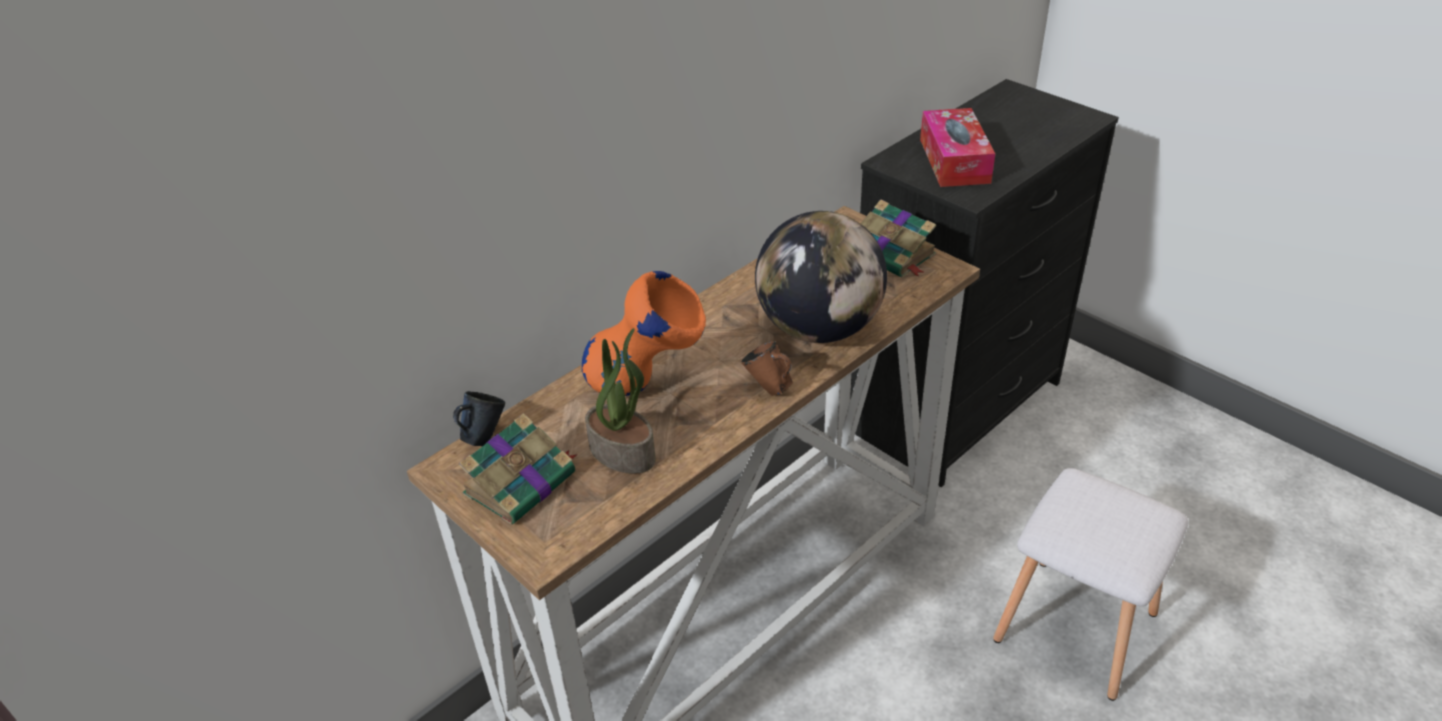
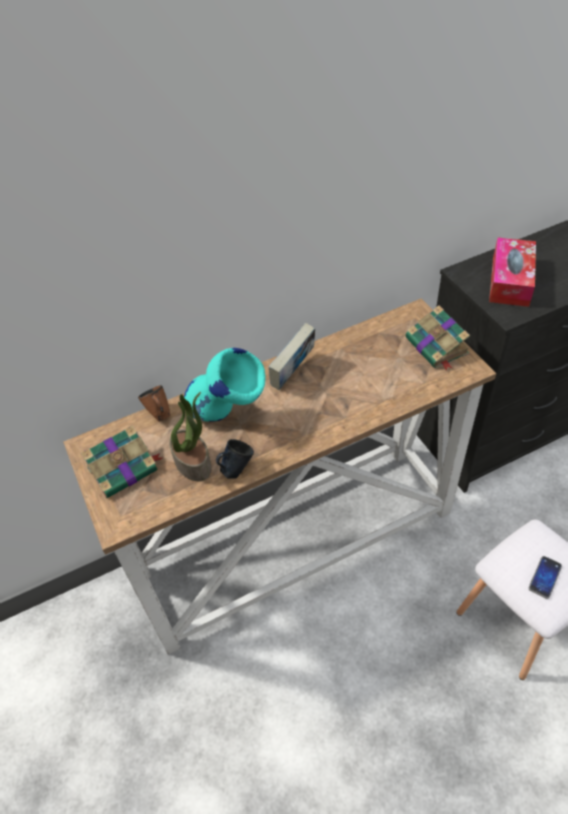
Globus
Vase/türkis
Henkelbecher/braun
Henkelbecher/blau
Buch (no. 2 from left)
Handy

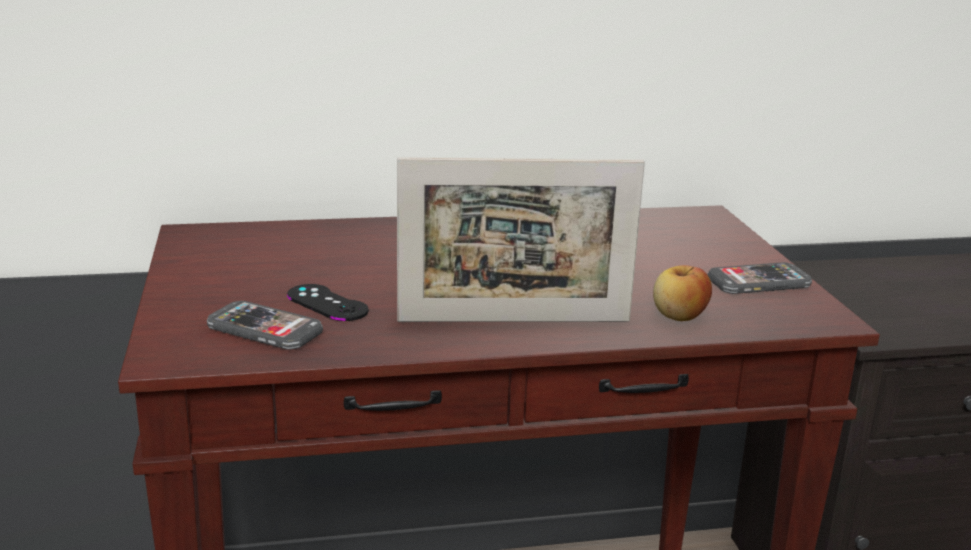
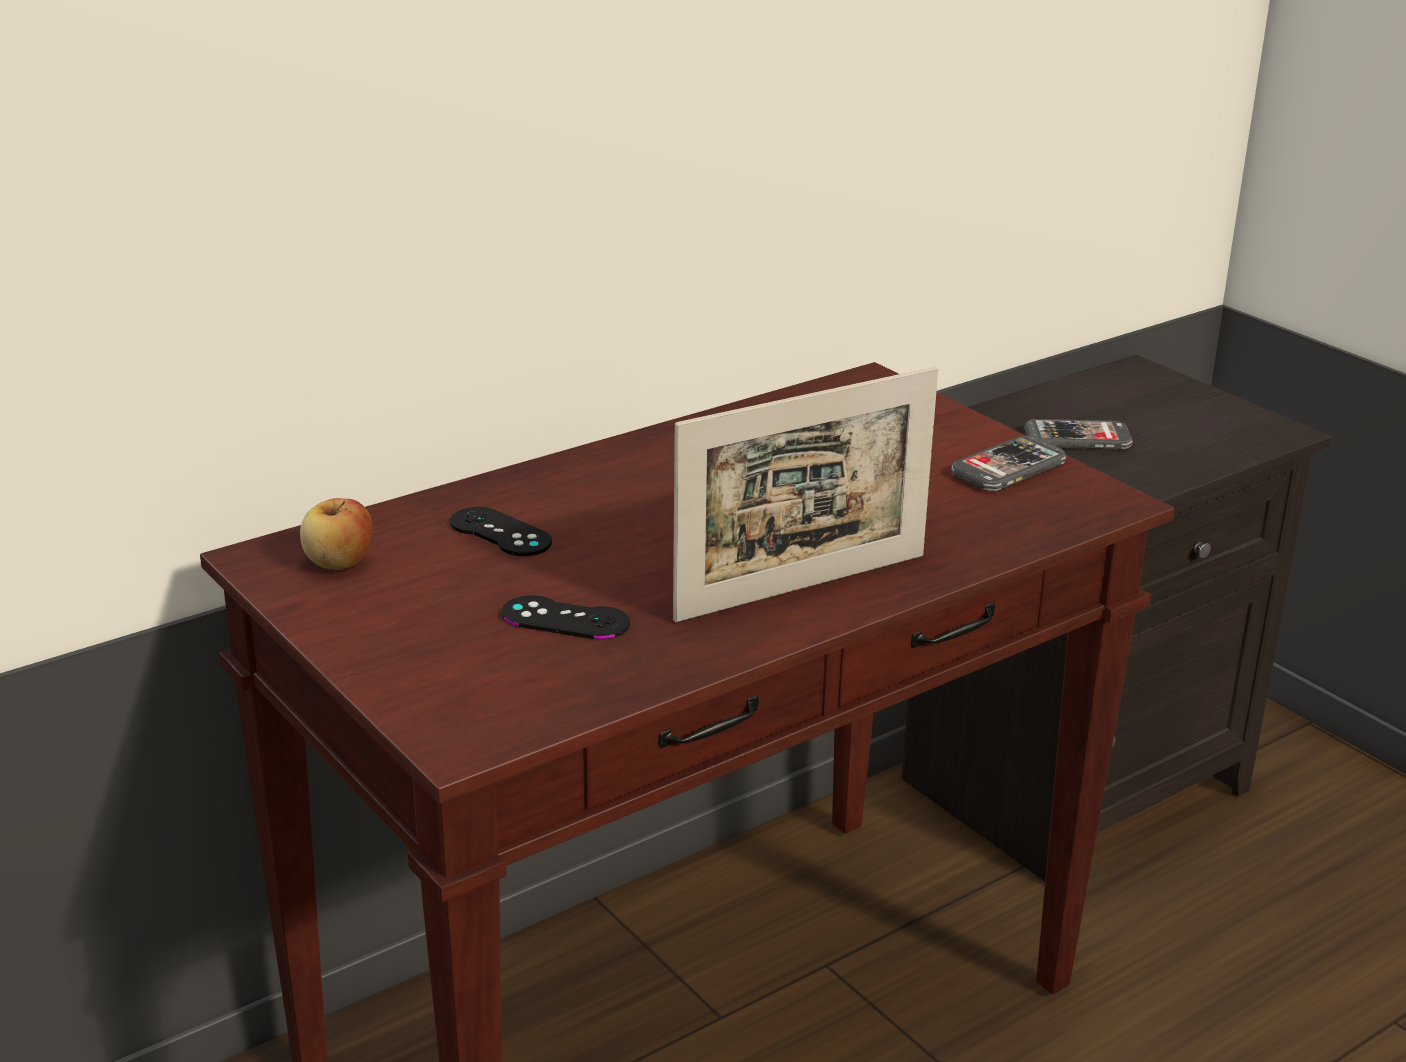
Apfel
Handy (no. 2 from left)
Gamepad/schwarz (no. 1 from left)

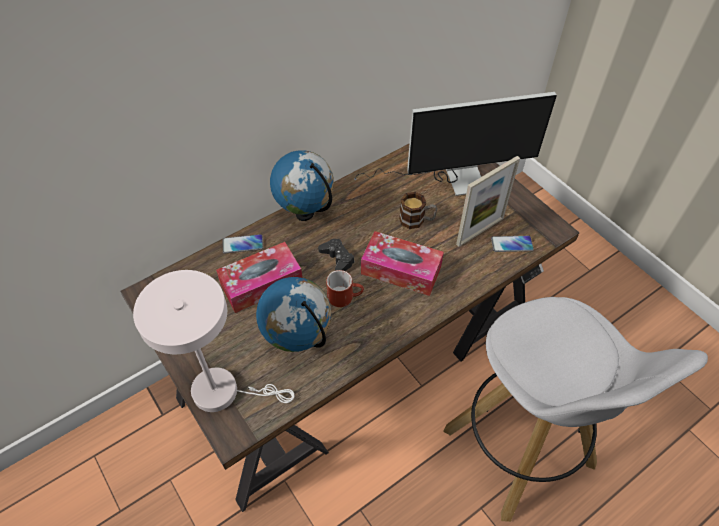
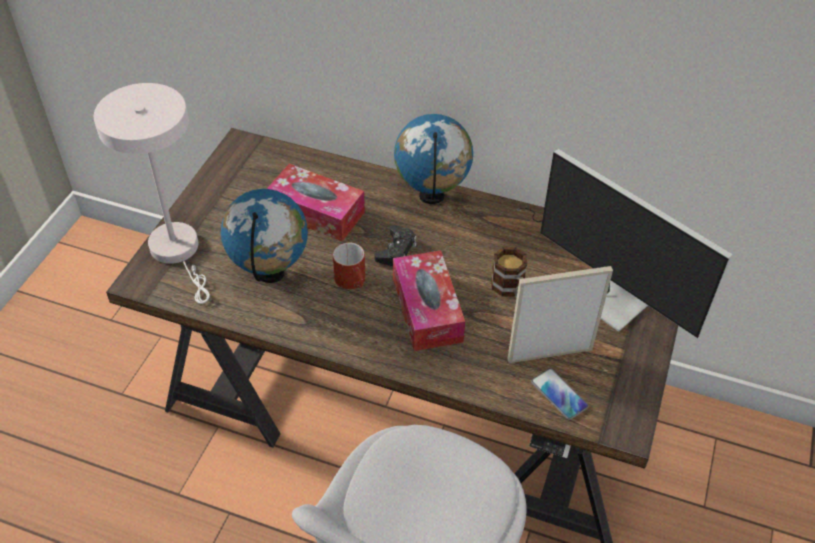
Bilderrahmen
Handy (no. 1 from left in the first image)

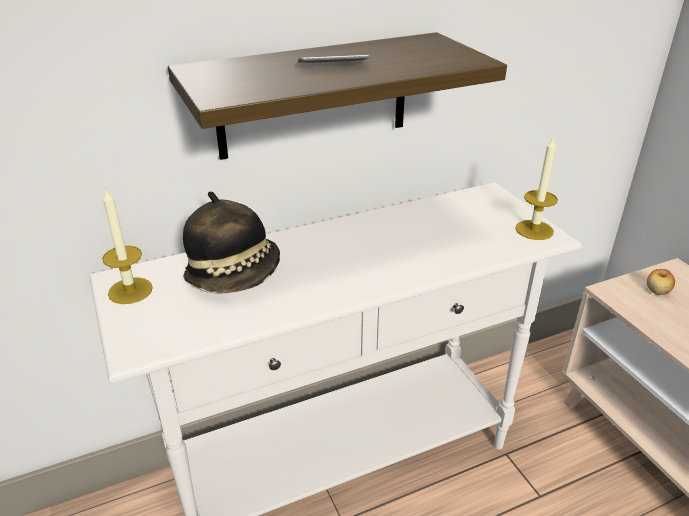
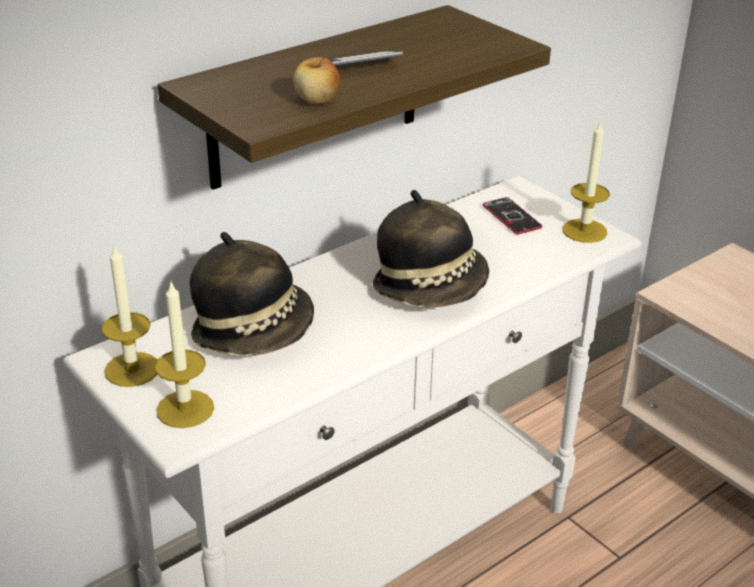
Apfel
Hut (no. 2 from left)
Handy (no. 2 from left)
Kerze (no. 2 from left)

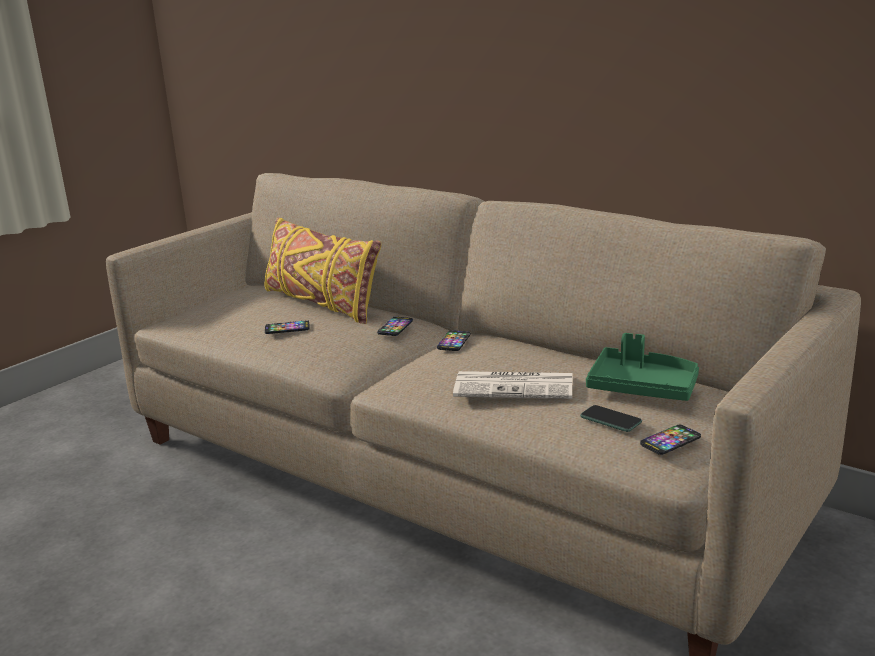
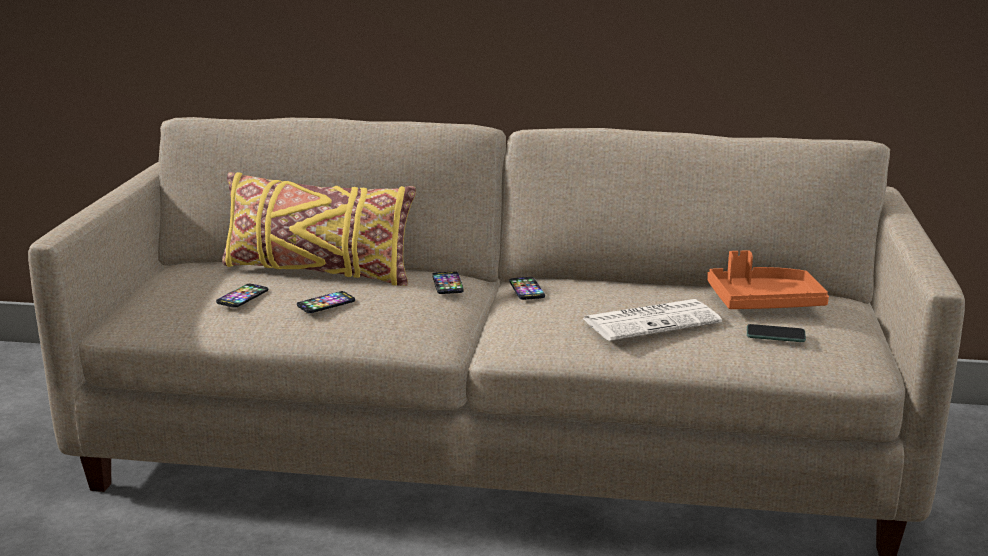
Tablett/orange
Handy (no. 1 from left)

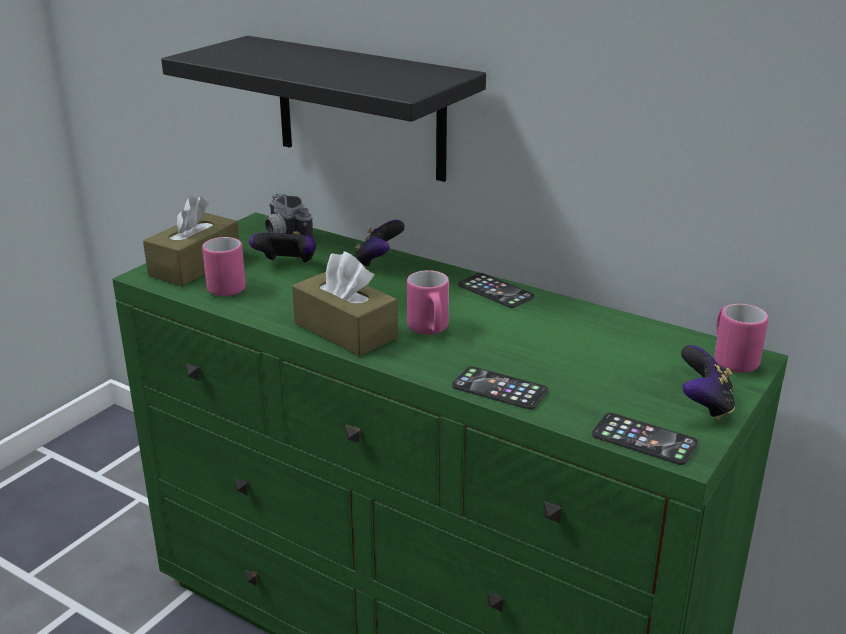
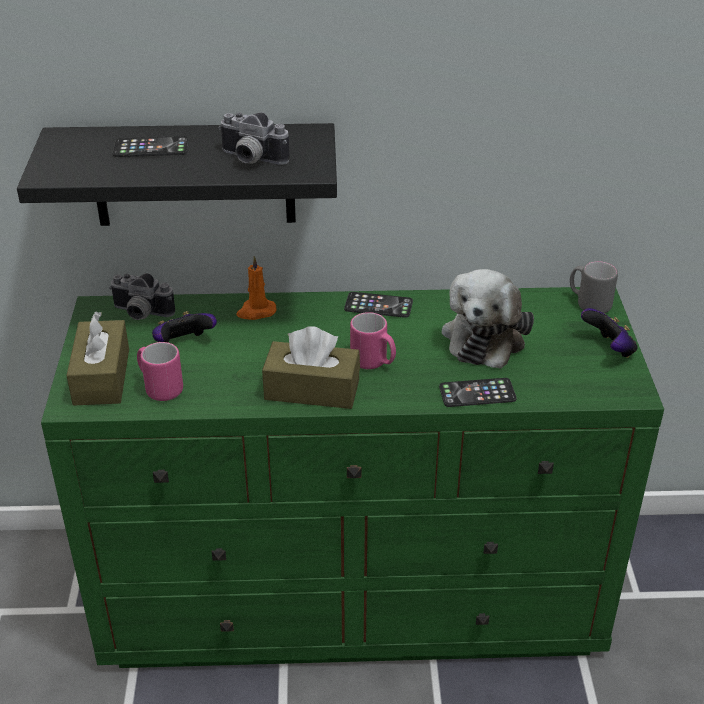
Kerze/orange
Henkelbecher/grau
Handy (no. 1 from left)
Kamera (no. 2 from left)
Plüschtier

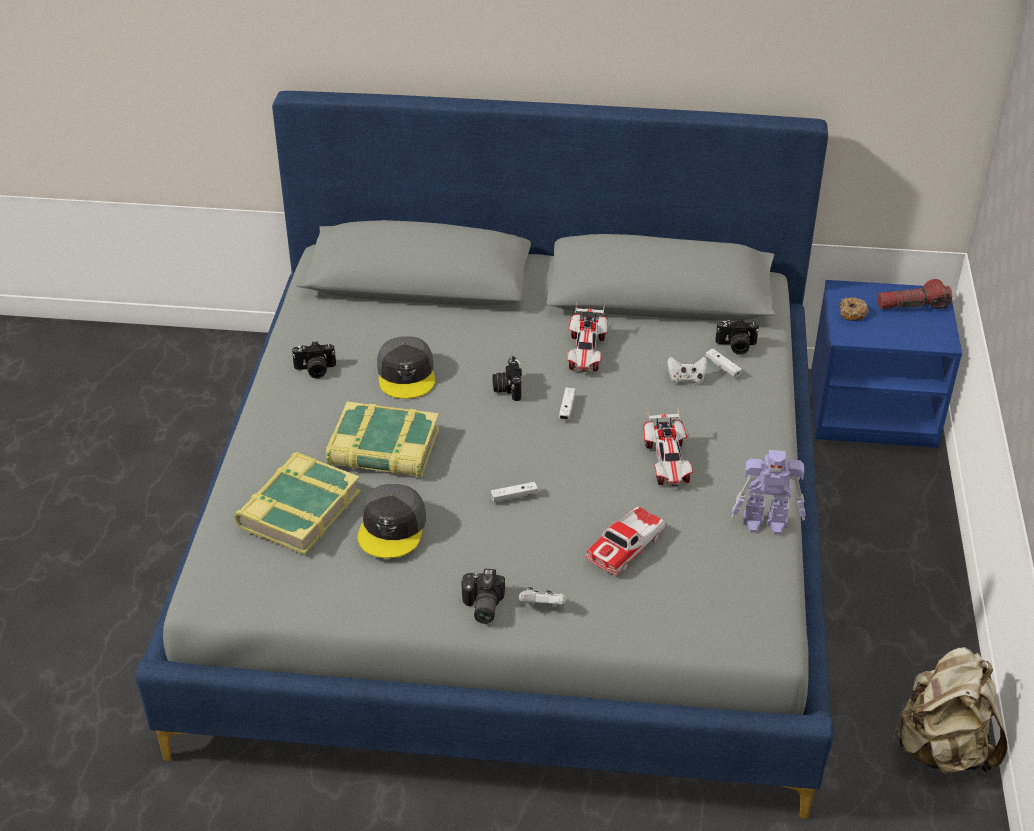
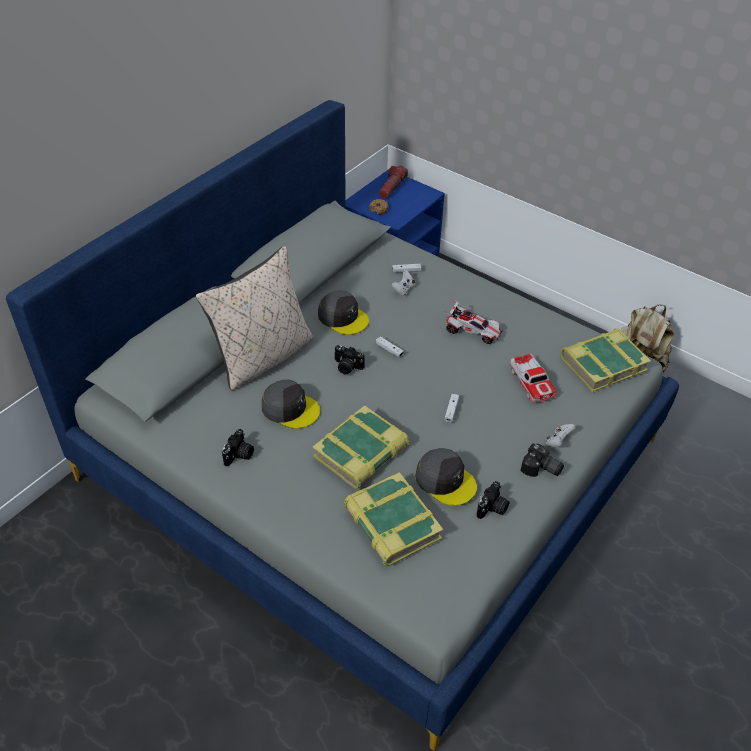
Kappe/grau (no. 2 from left)
Kamera (no. 3 from left)
Spielzeugroboter
Kissen/beige
Buch (no. 3 from left)

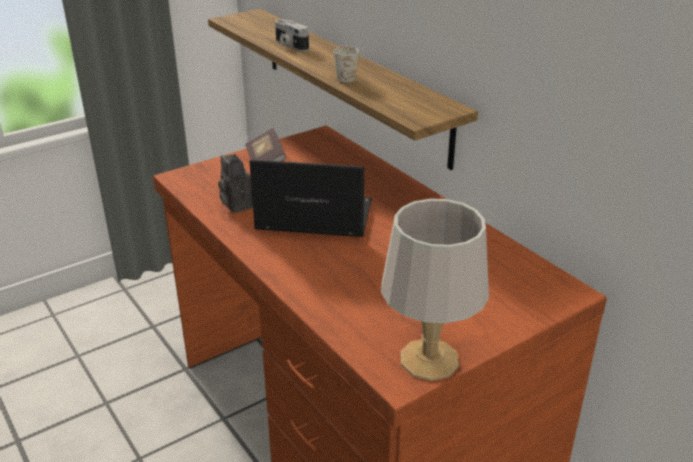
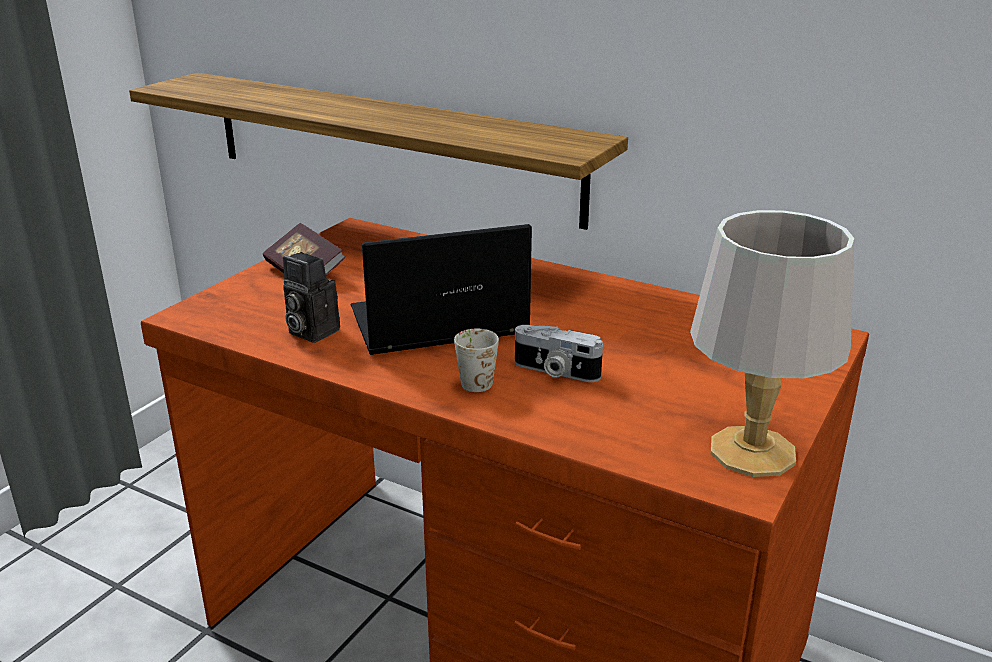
Kamera (no. 2 from left)
Henkelbecher/weiß

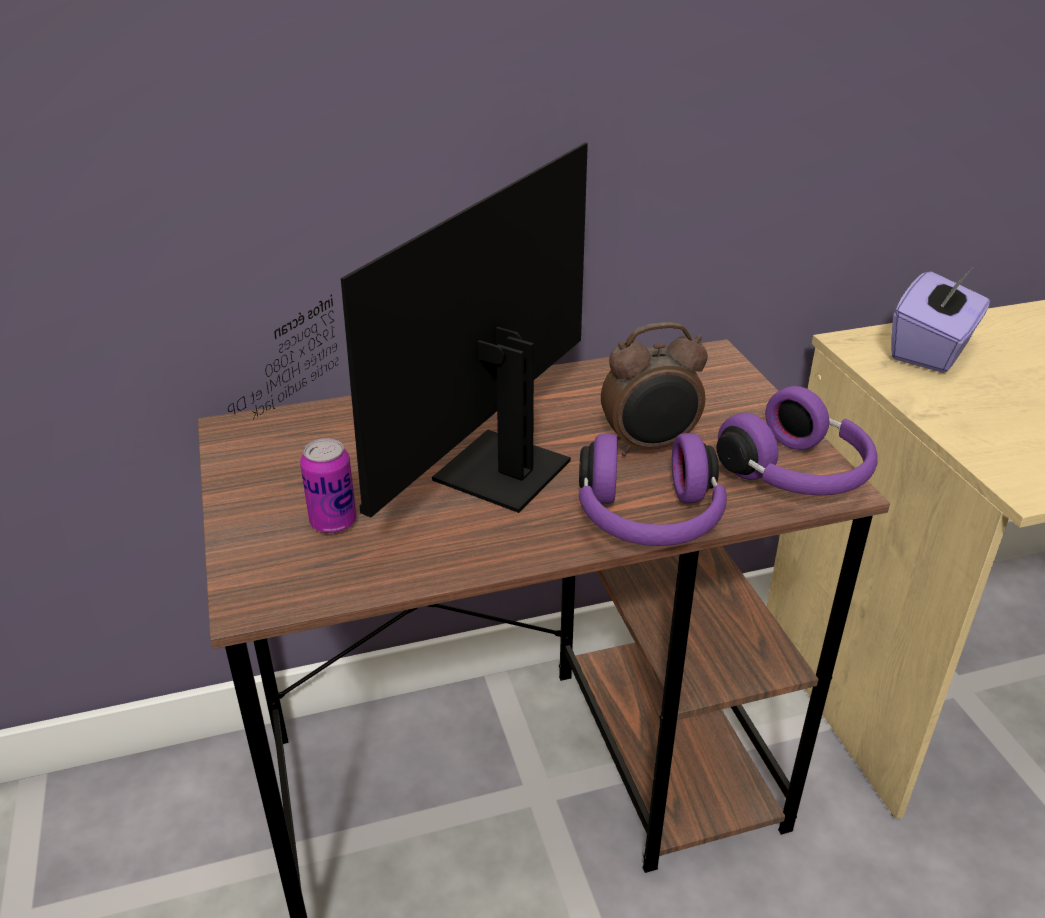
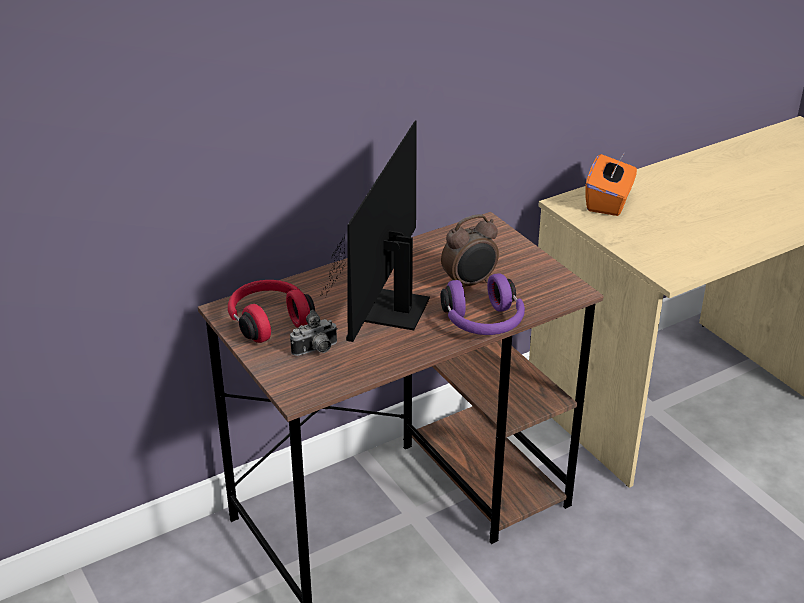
Taschentuchbox/orange
Kopfhörer/lila (no. 2 from left in the first image)
Kamera
Kopfhörer/rot

